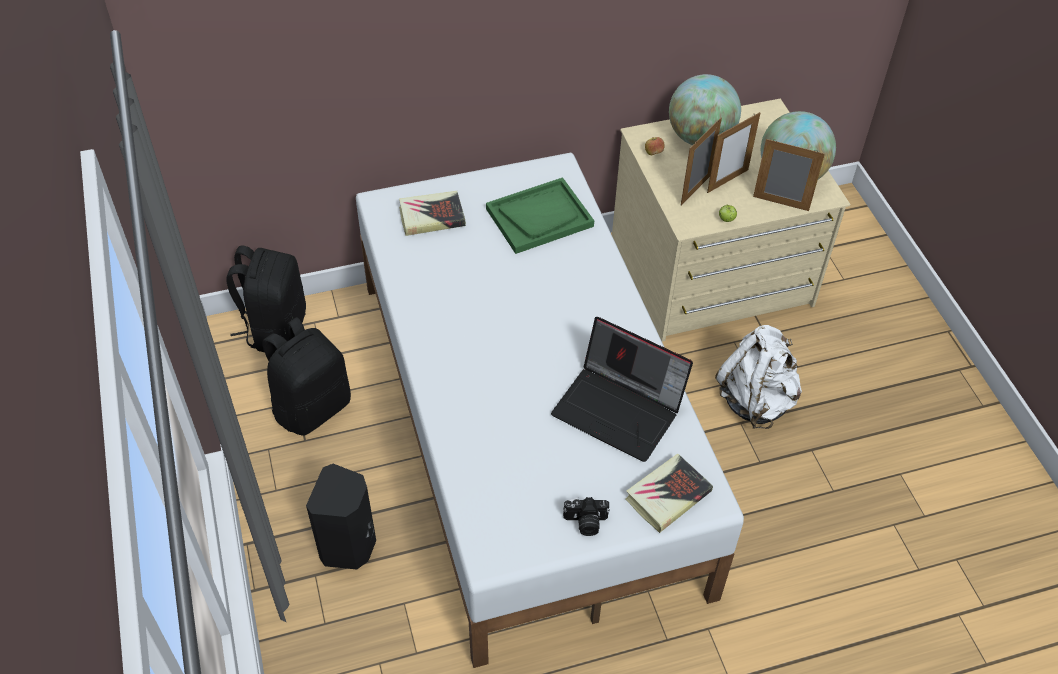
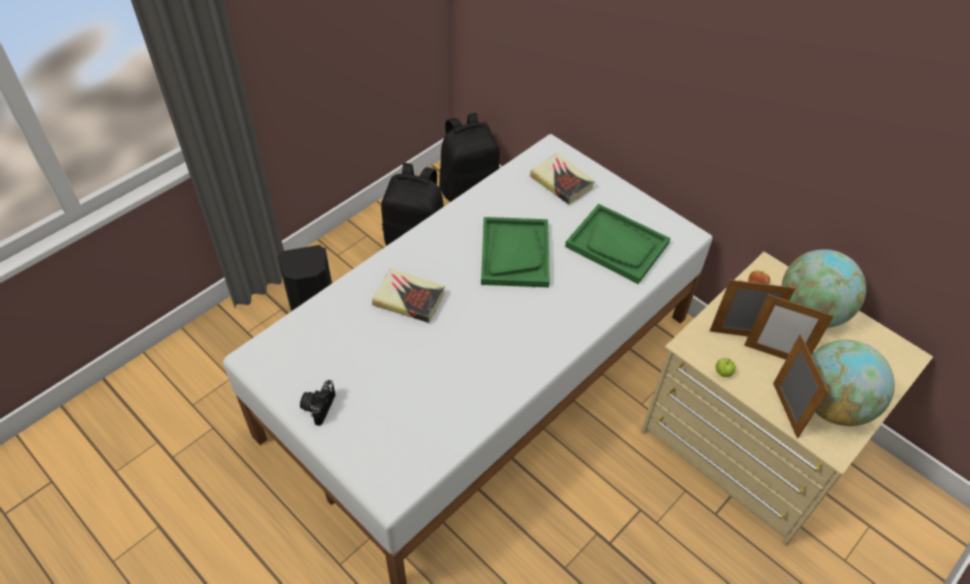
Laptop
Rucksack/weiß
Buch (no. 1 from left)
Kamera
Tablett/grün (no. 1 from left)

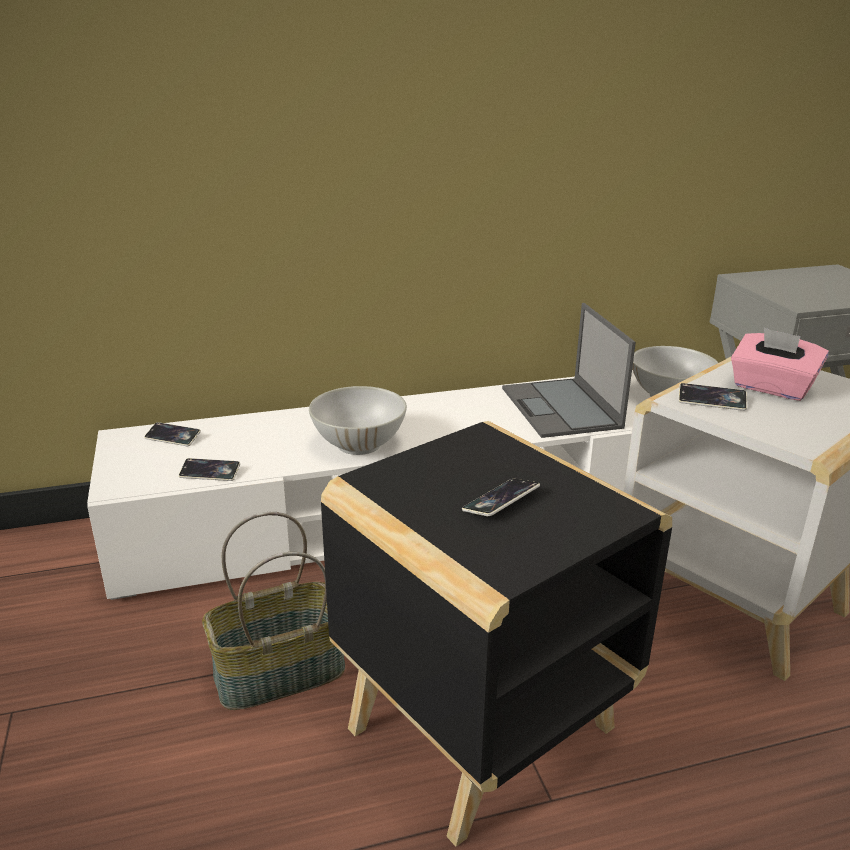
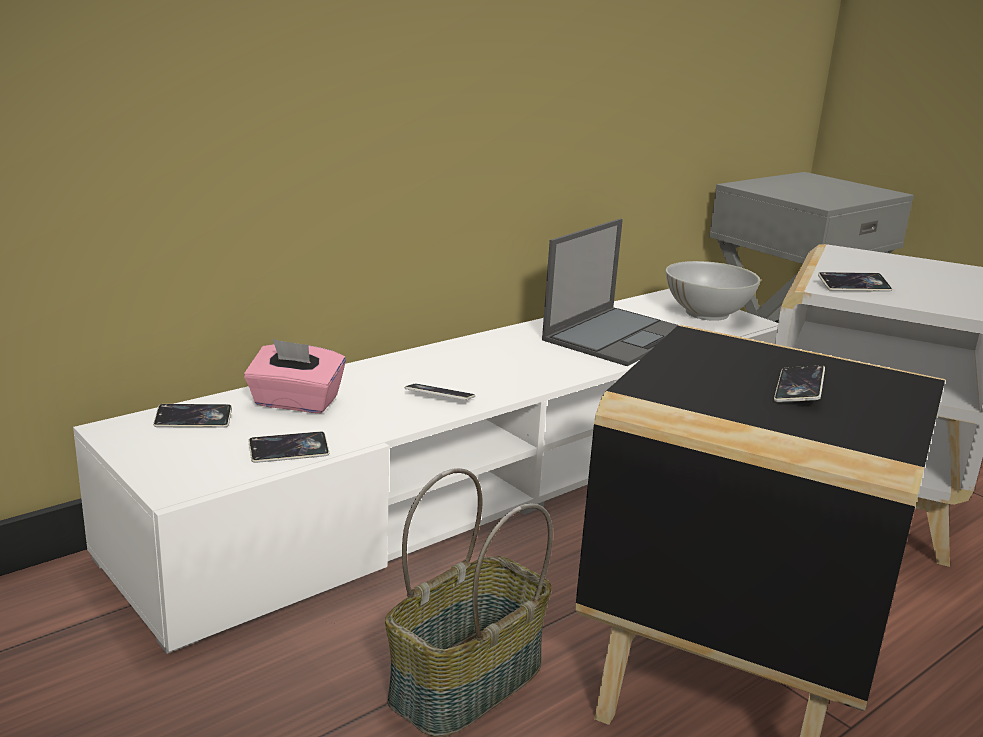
Laptop
Taschentuchbox/rosa
Handy (no. 3 from left)

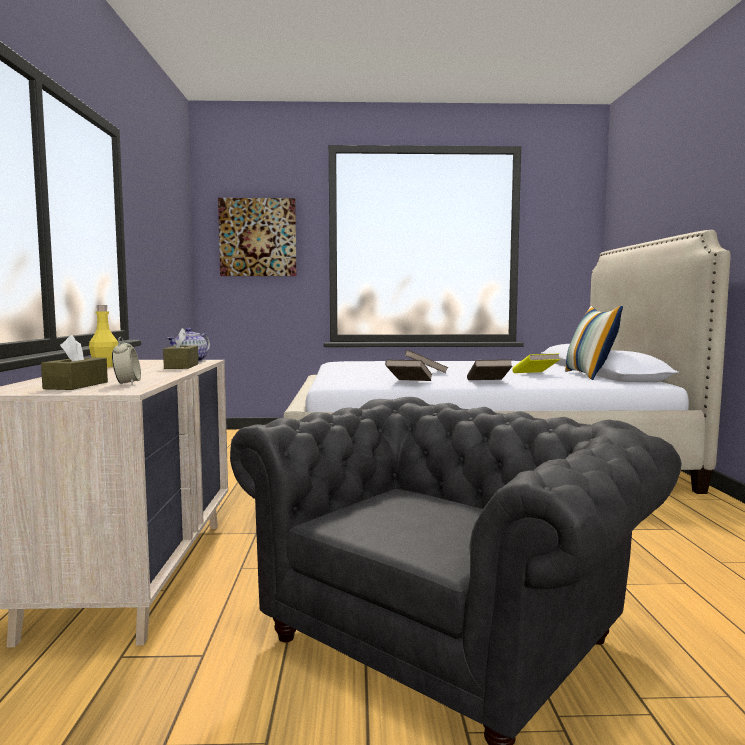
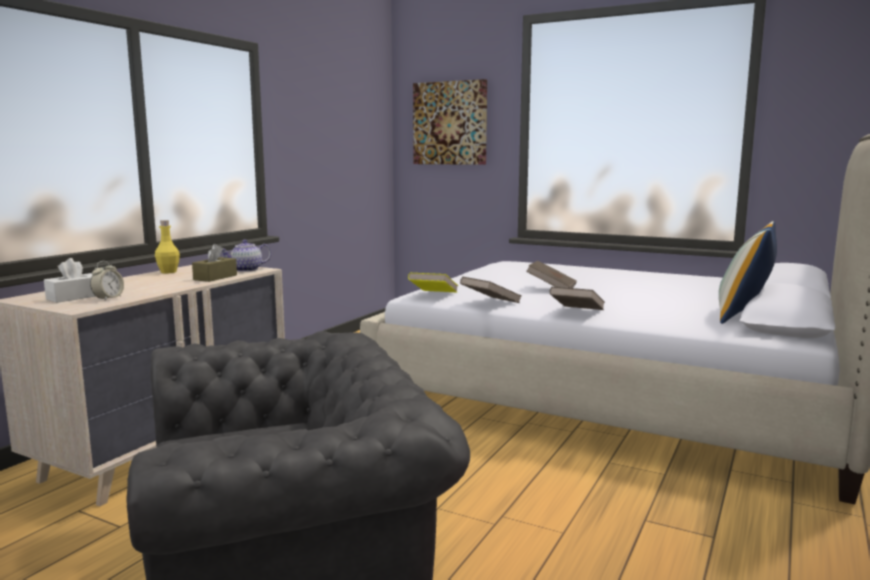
Taschentuchbox/weiß
Buch/gelb

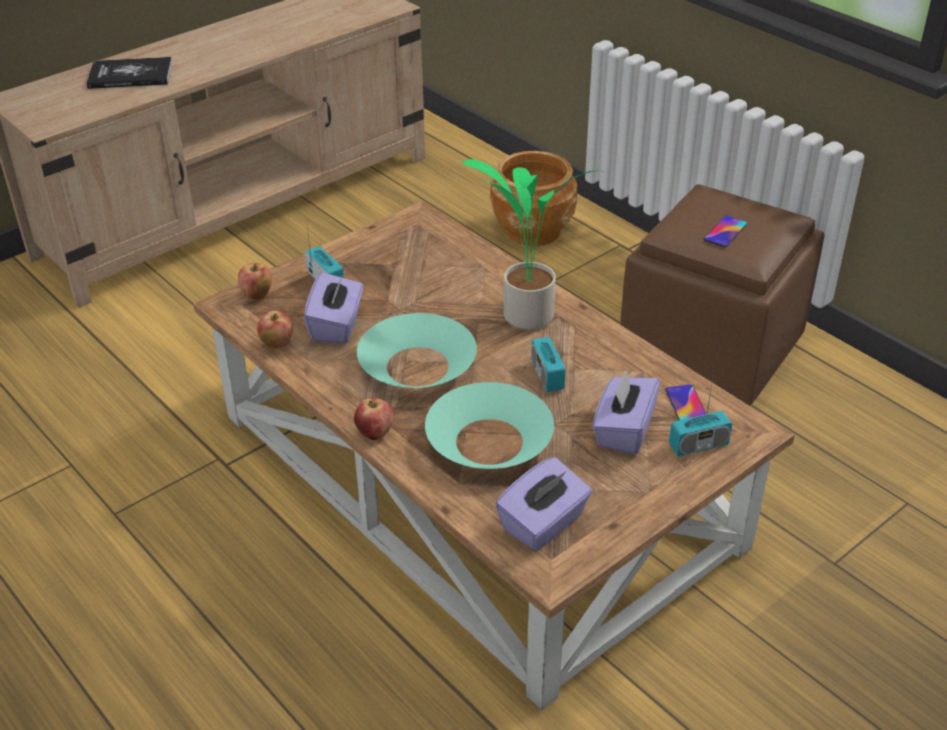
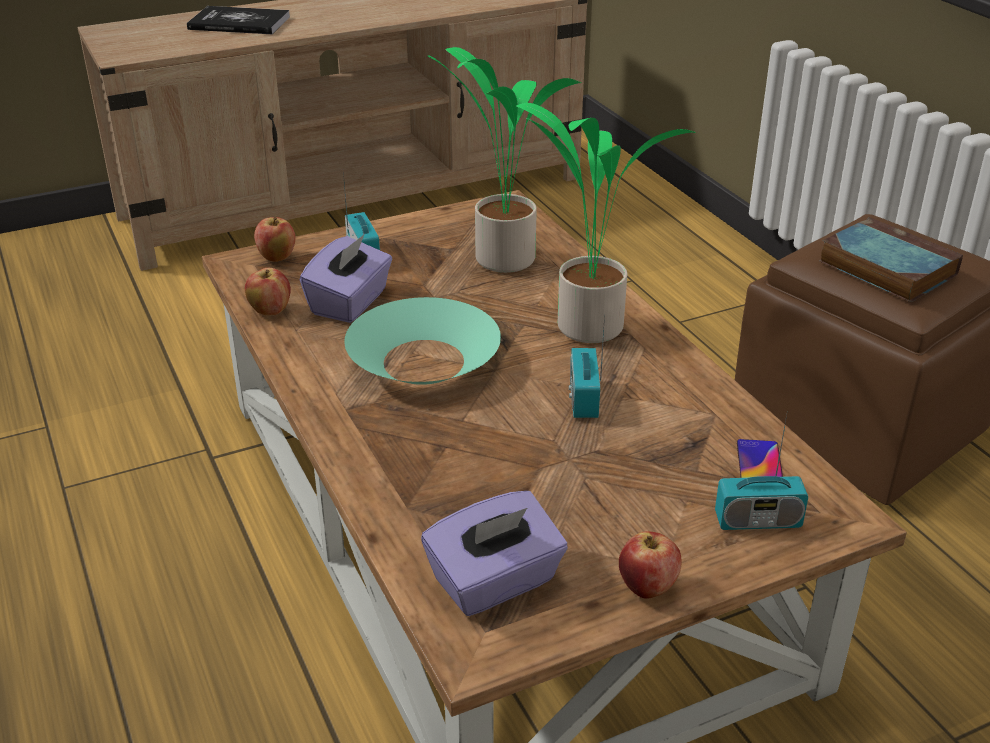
Pflanzkübel/braun
Buch (no. 2 from left)
Taschentuchbox/lila (no. 3 from left in the first image)
Schüssel/türkis (no. 2 from left in the first image)
Apfel (no. 3 from left)
Topfpflanze (no. 1 from left)

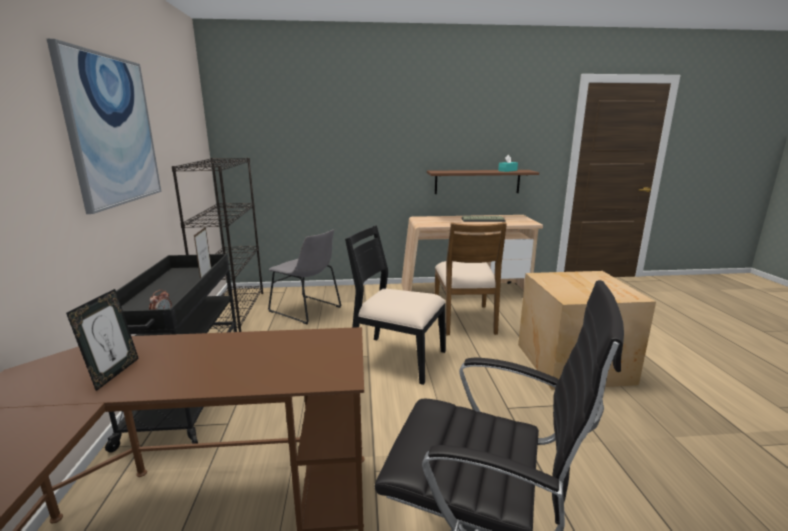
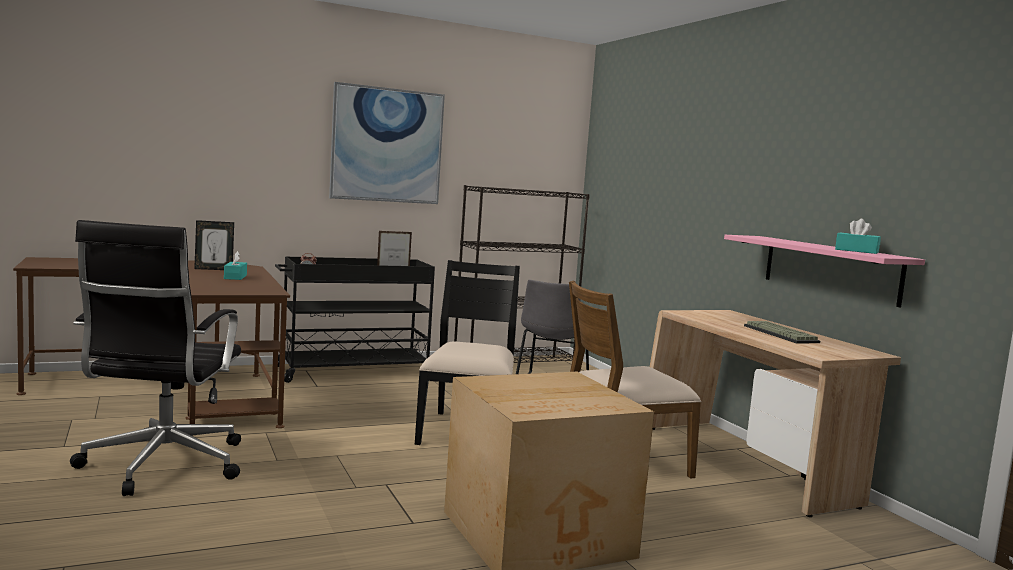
Wandregal/rosa
Taschentuchbox/türkis (no. 1 from left)

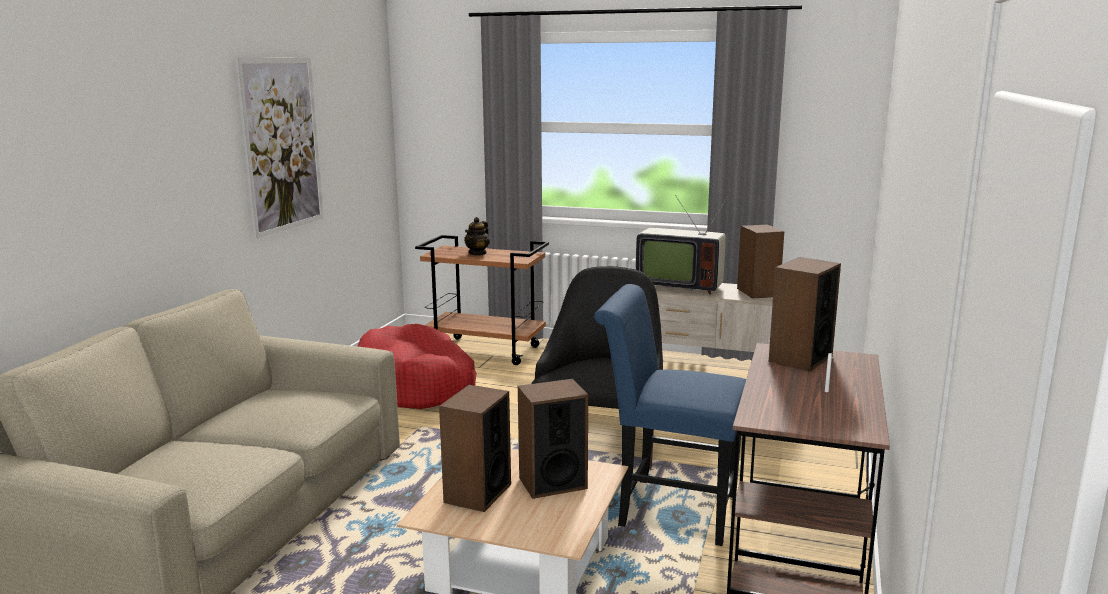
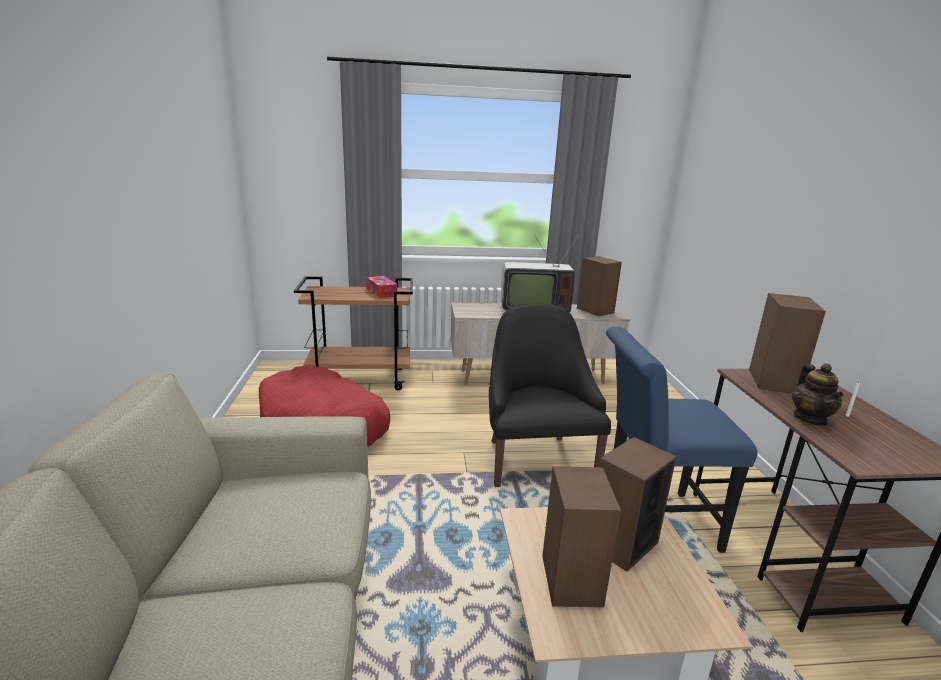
Bild
Teekanne
Taschentuchbox

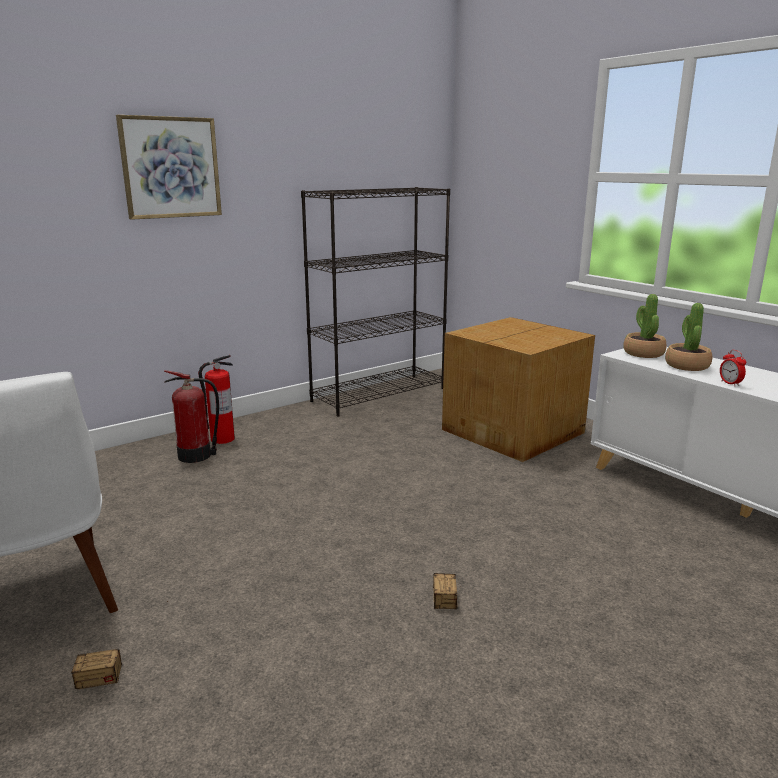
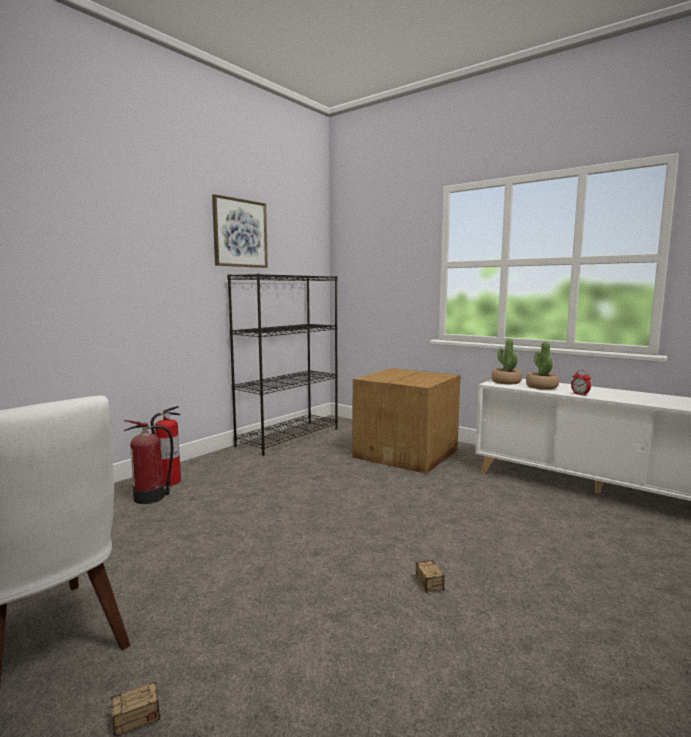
Bild

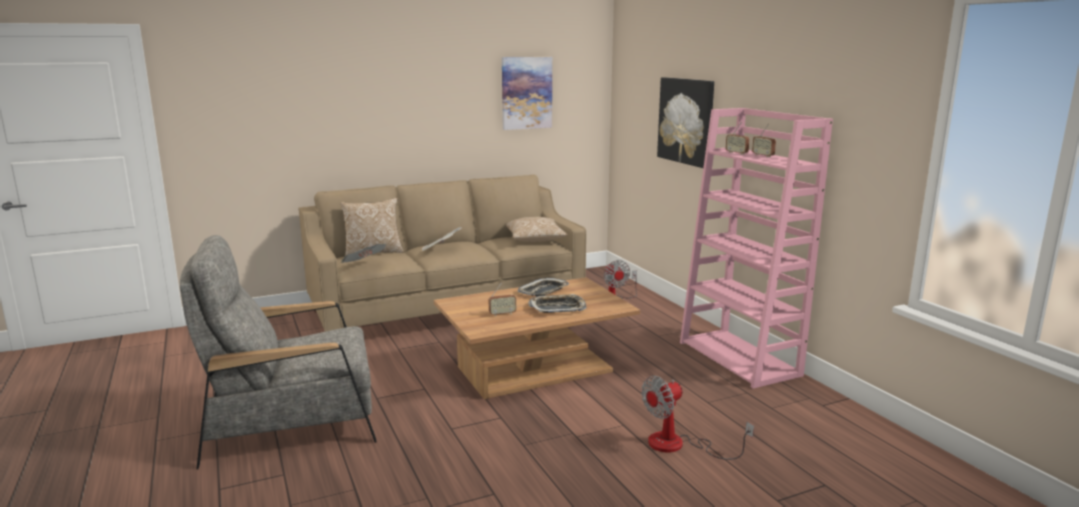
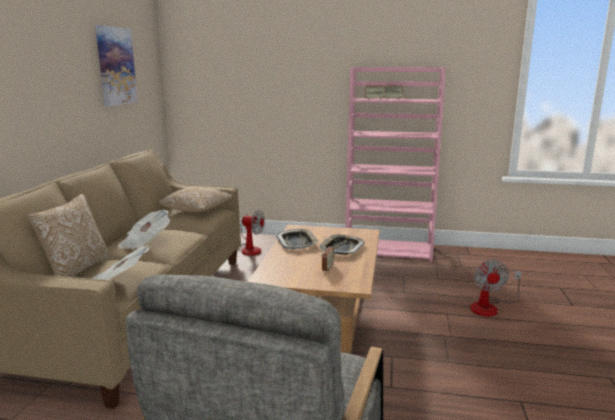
Bild (no. 2 from left in the first image)

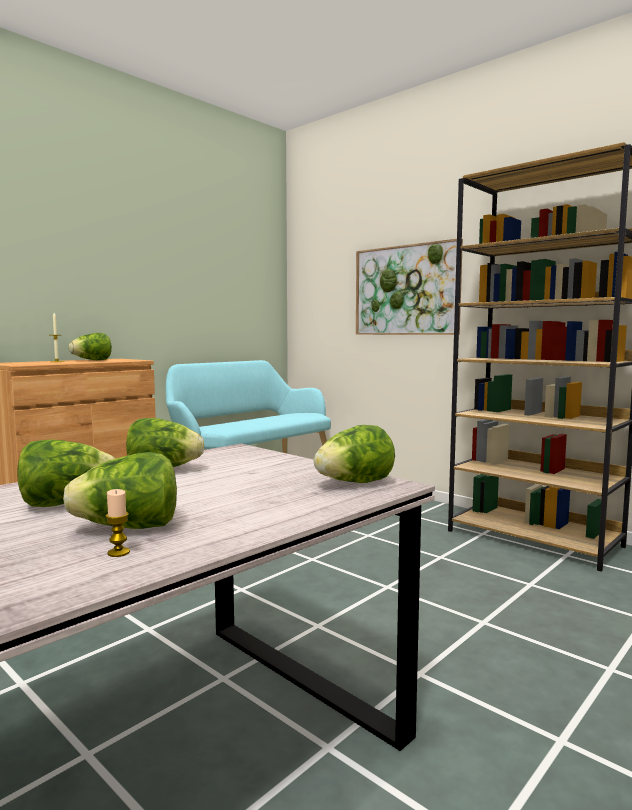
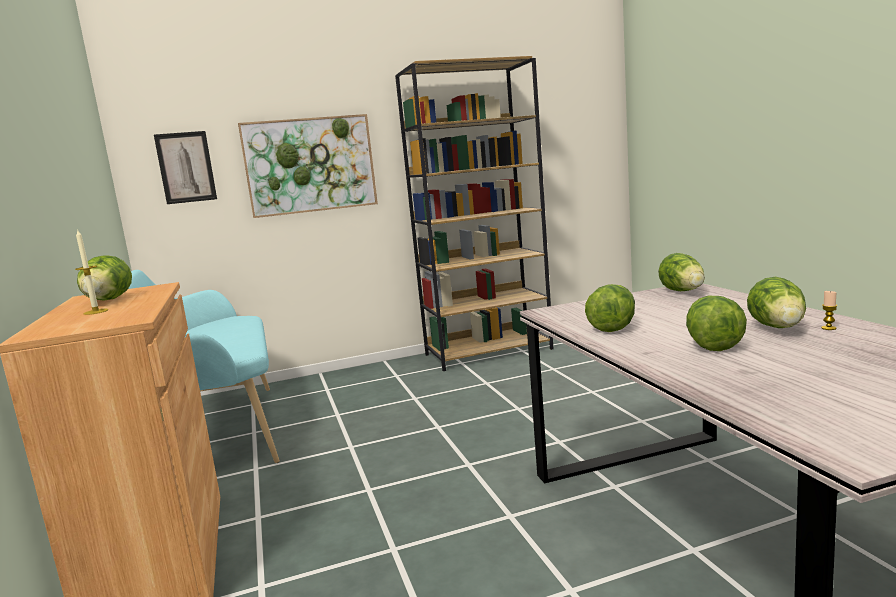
Bild (no. 1 from left)

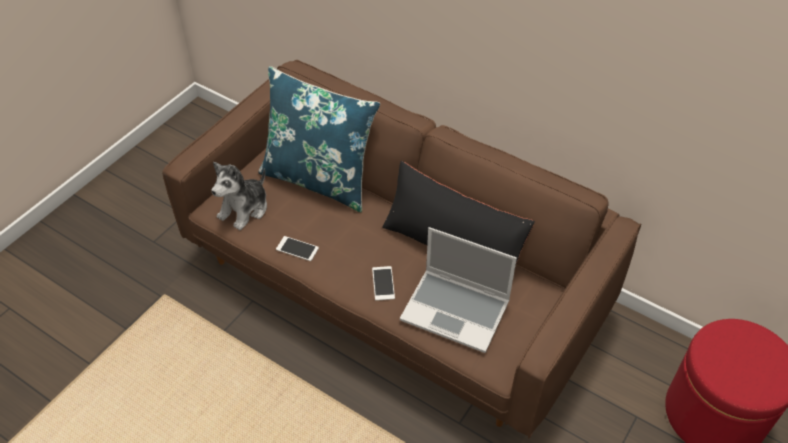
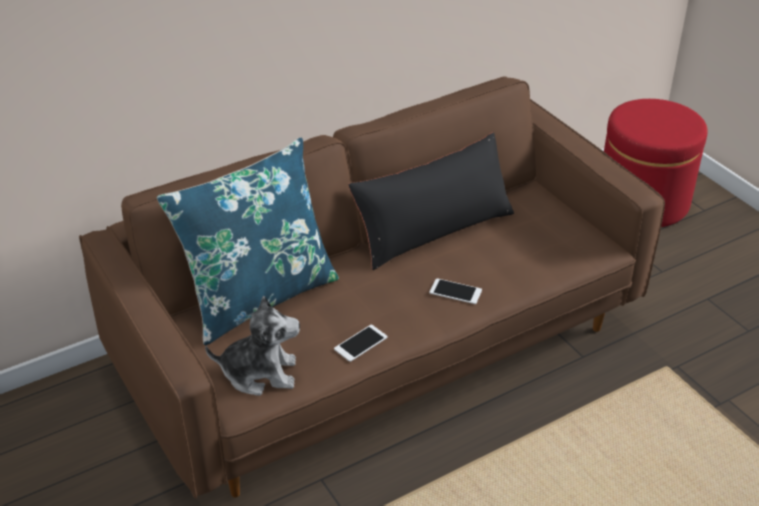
Plüschtier
Laptop

